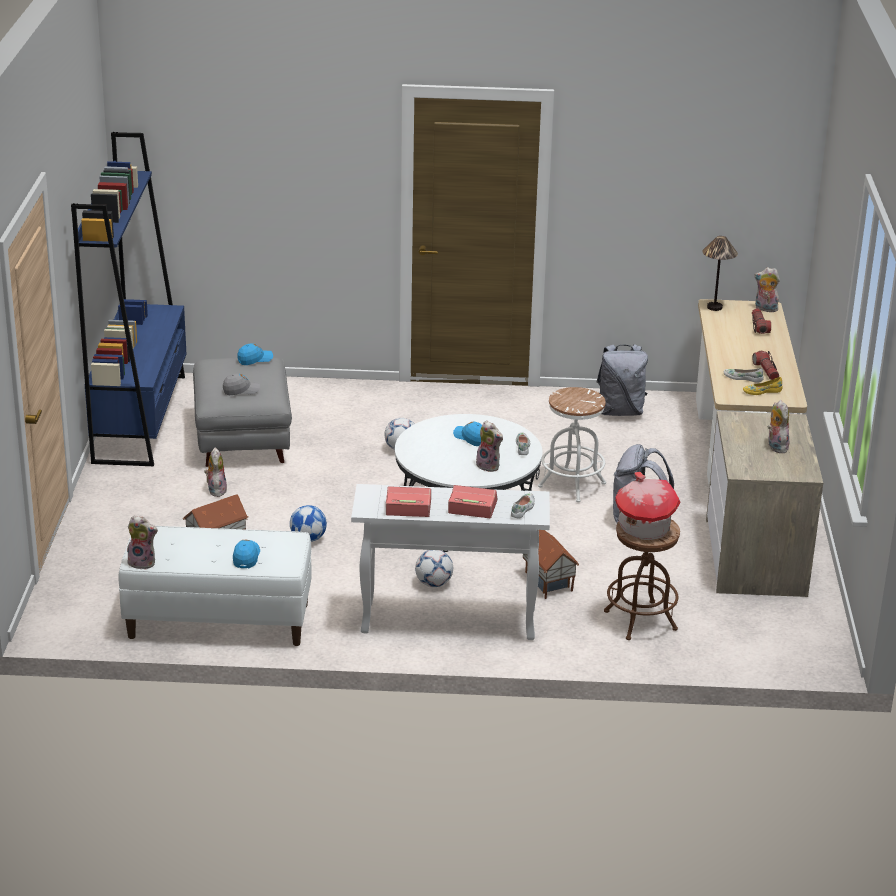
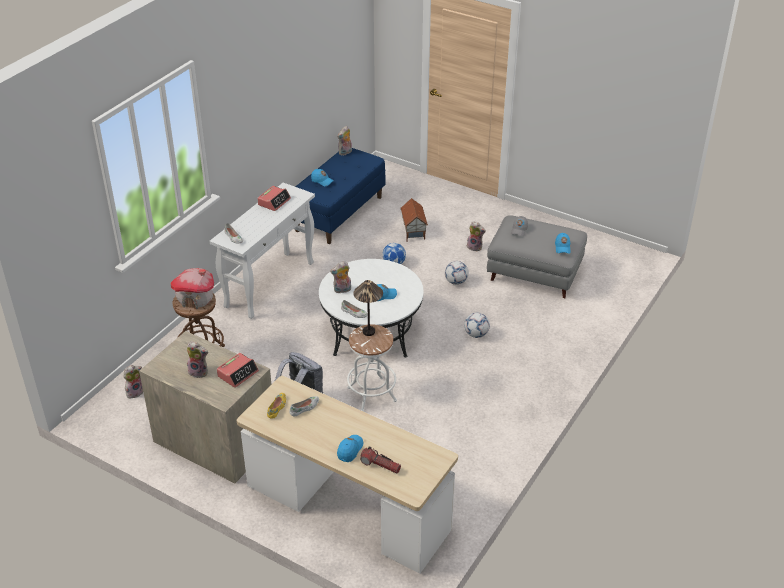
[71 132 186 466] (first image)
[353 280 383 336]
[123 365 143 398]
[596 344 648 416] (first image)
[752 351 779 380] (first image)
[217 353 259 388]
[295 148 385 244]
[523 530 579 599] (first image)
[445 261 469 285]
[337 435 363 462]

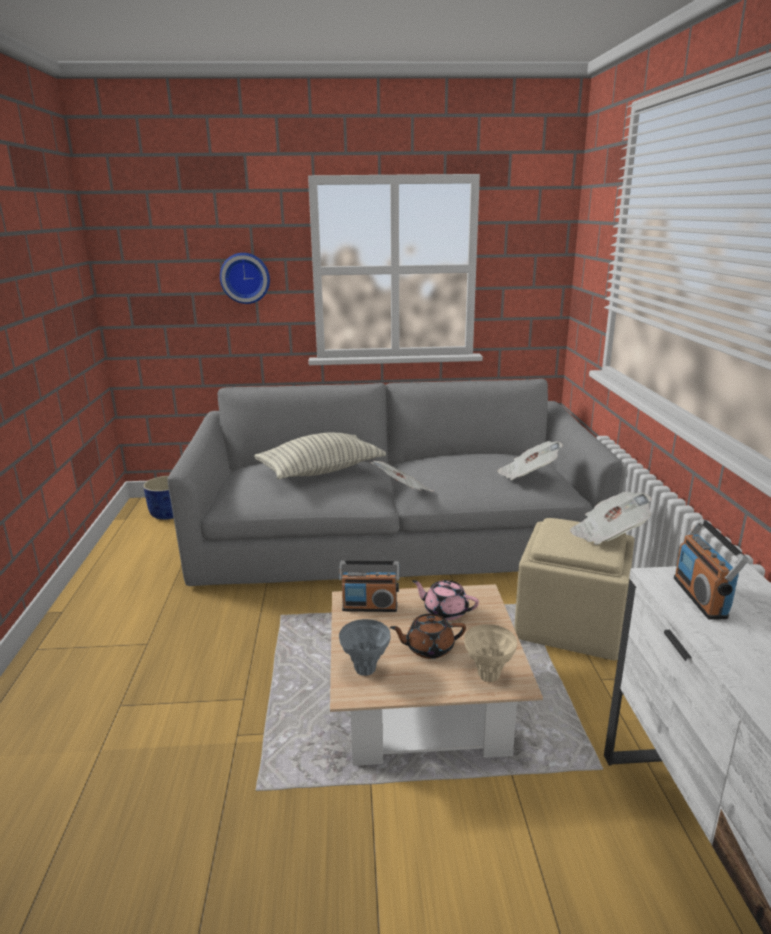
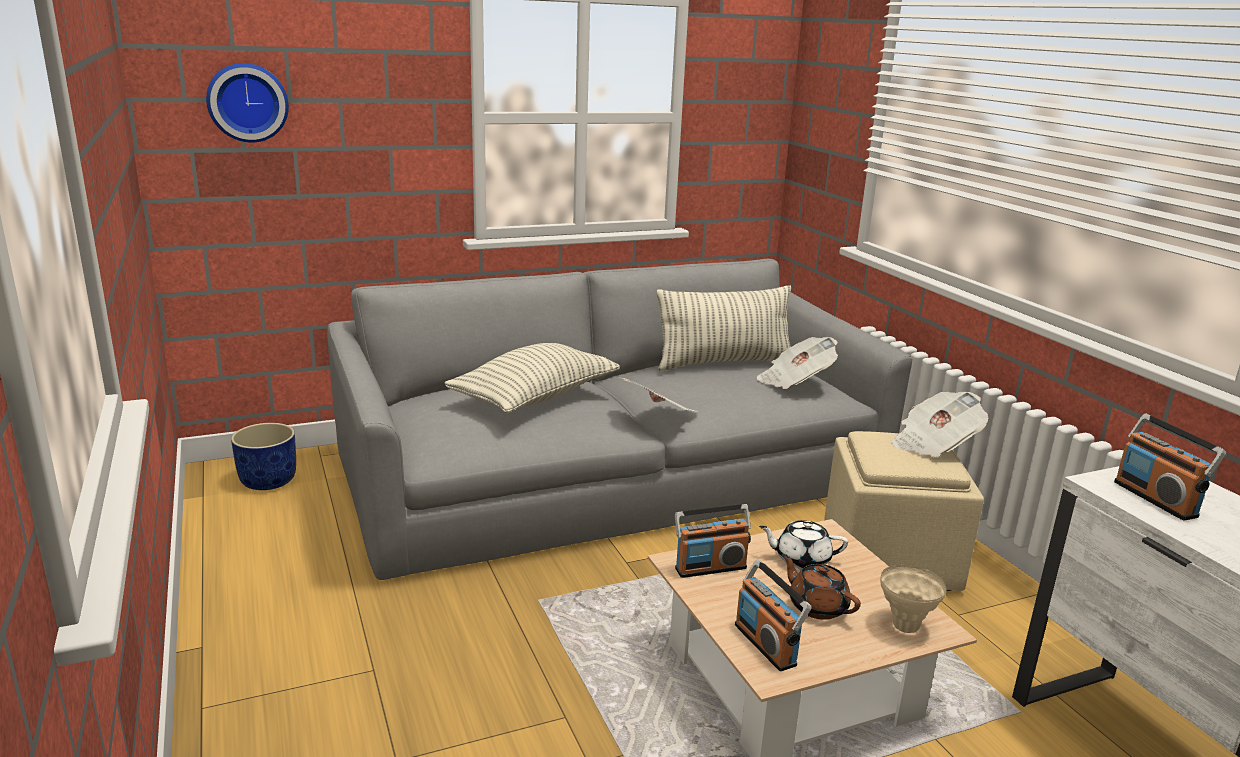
[206 63 289 143]
[759 520 848 570]
[782 554 861 620]
[735 560 812 671]
[657 285 791 371]

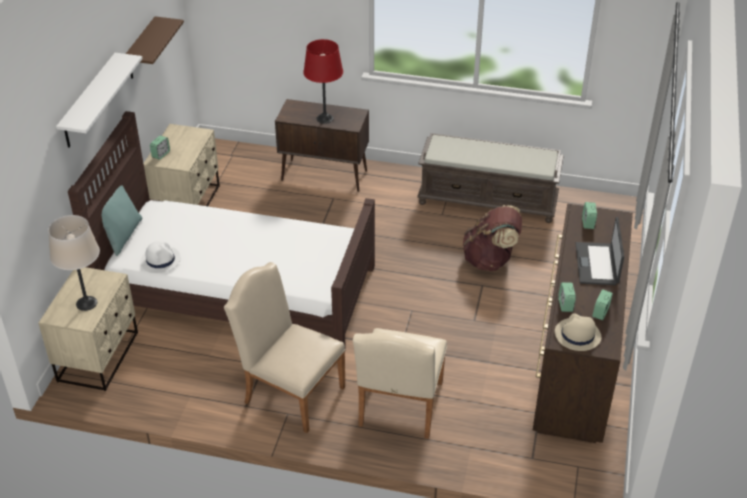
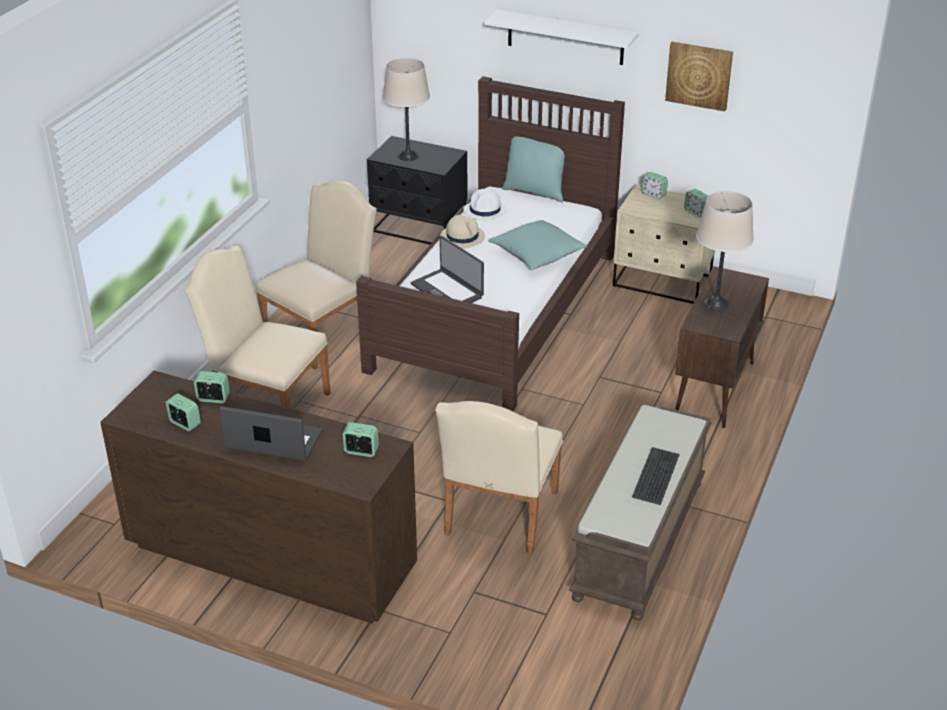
[665 42 733 111]
[696 191 754 311]
[435 401 563 555]
[367 136 467 245]
[440 215 485 249]
[684 189 708 218]
[488 220 588 270]
[410 236 484 303]
[632 447 679 505]

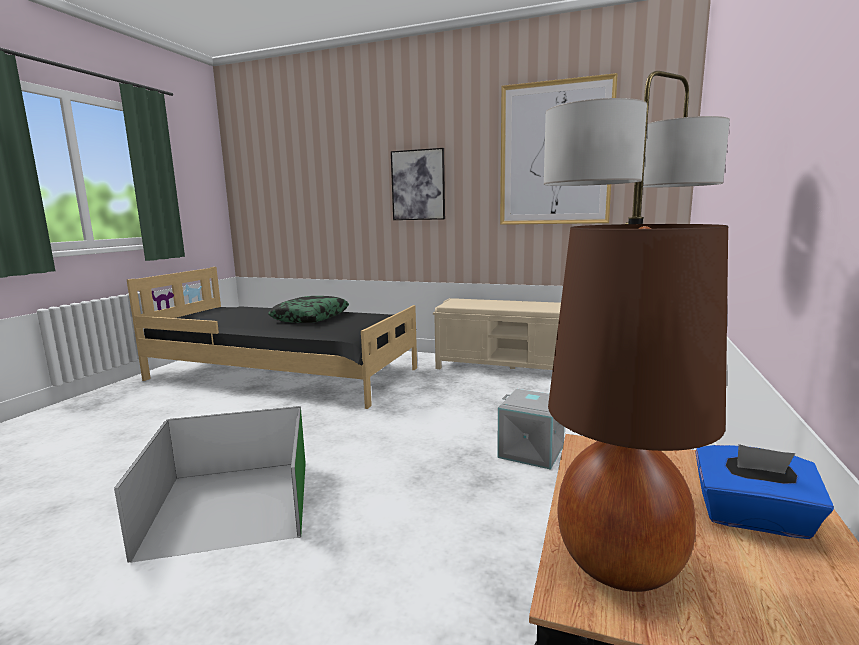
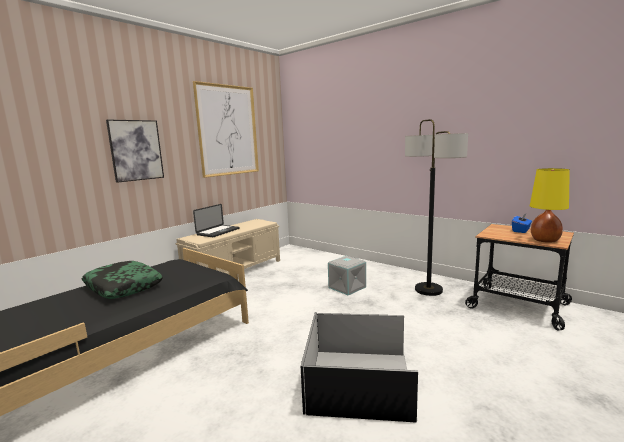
[530 168 570 243]
[301 312 418 423]
[193 204 240 237]

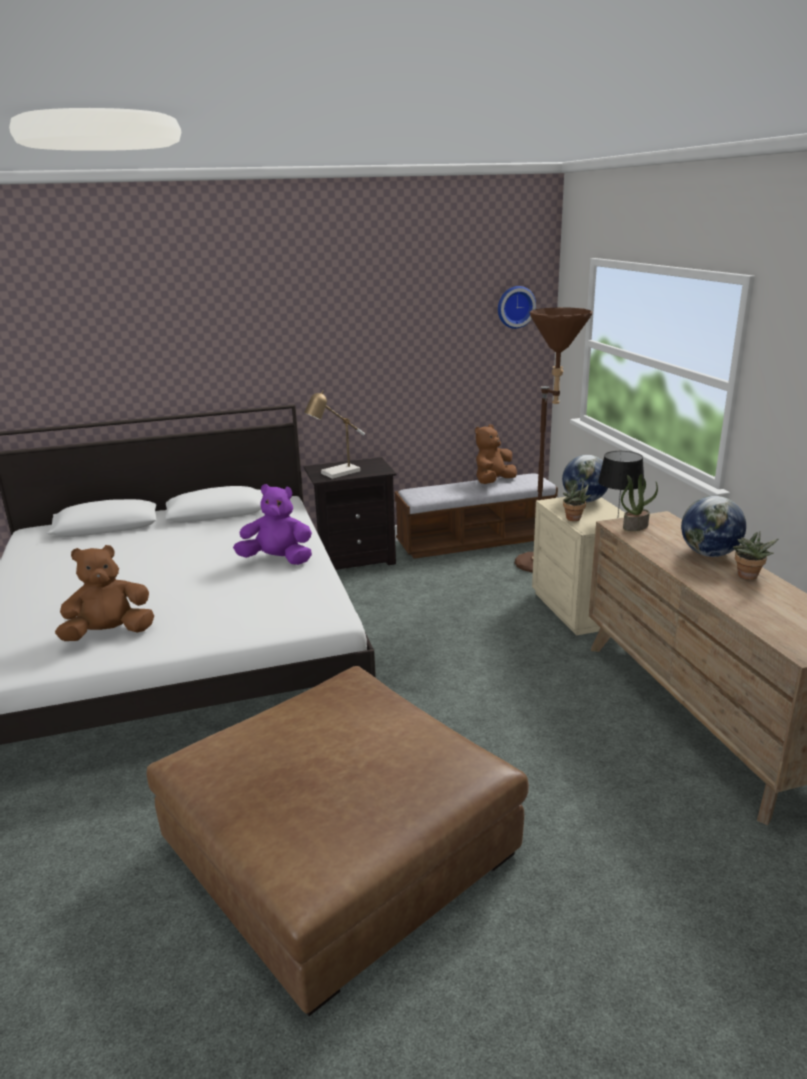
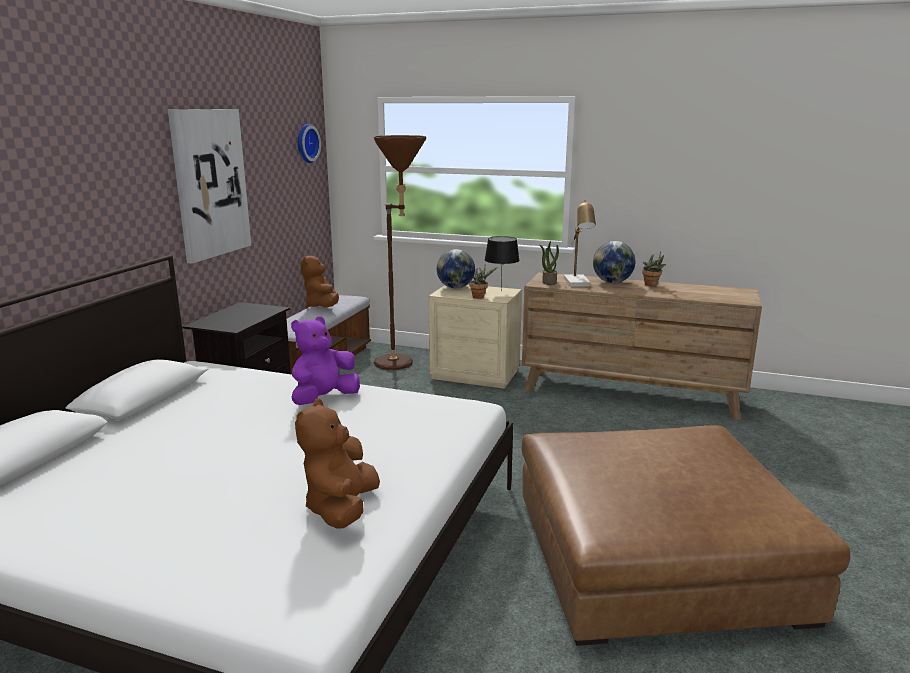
[564 200 596 287]
[168 109 251 264]

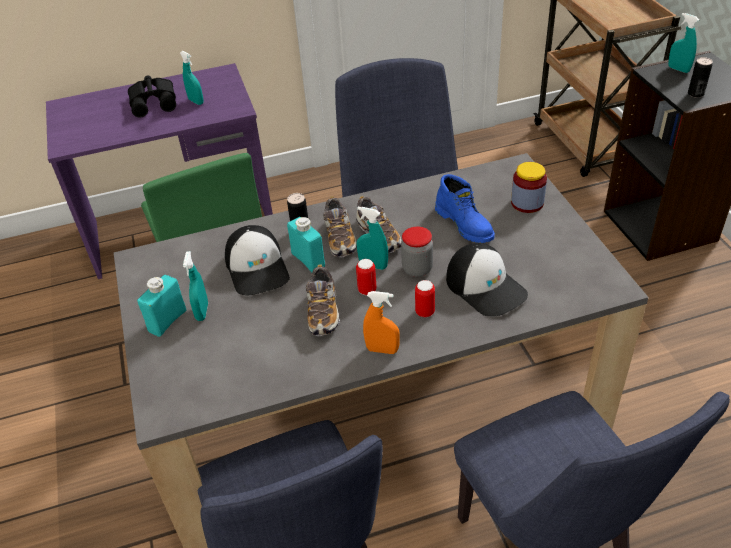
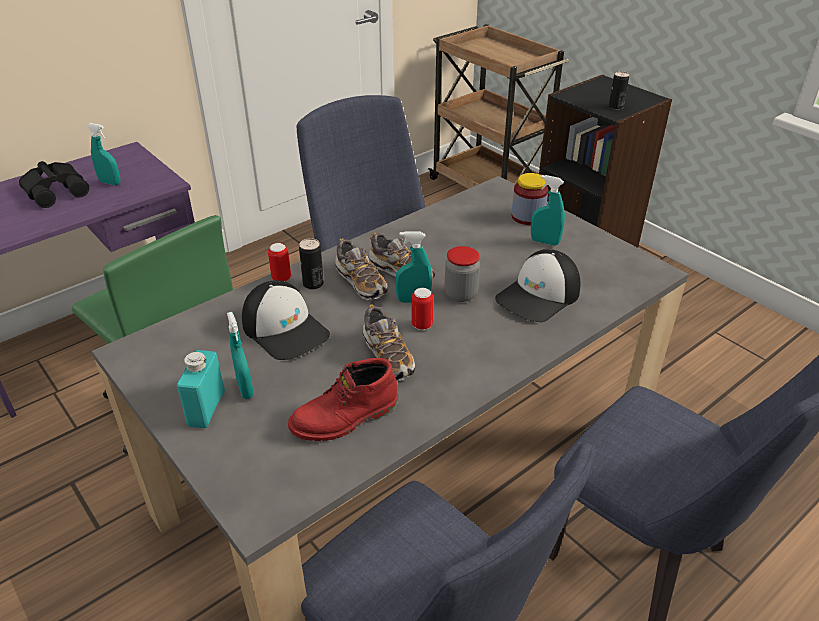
[531 175 565 246]
[435 174 495 243] (first image)
[287 217 325 272] (first image)
[495 249 581 322]
[268 243 291 282]
[363 291 400 354] (first image)
[288 358 398 441]

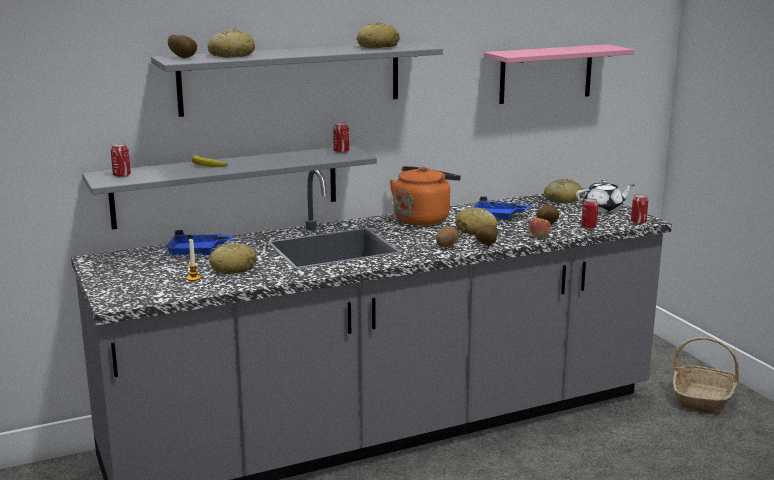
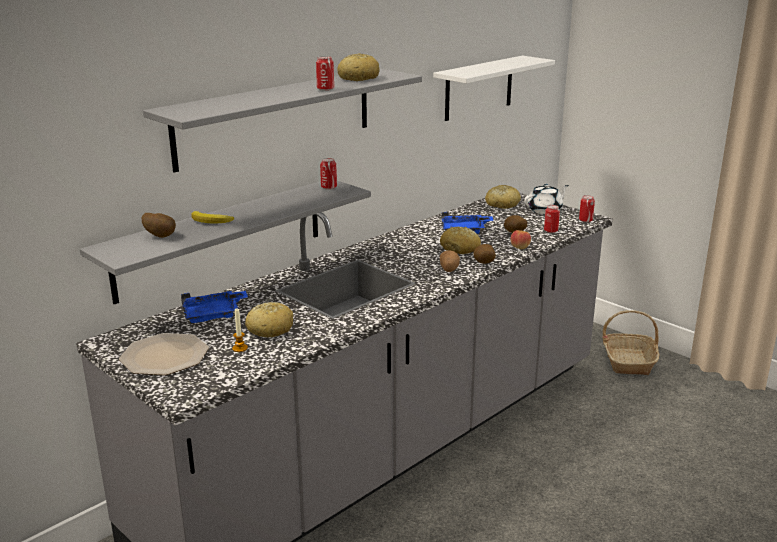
[208 29 255 58] (first image)
[142 213 176 238]
[433 56 555 121]
[316 56 334 91]
[390 166 461 226] (first image)
[119 333 209 375]

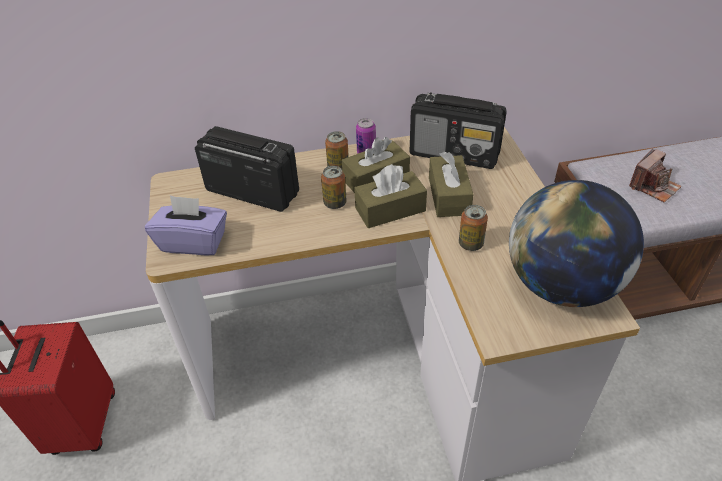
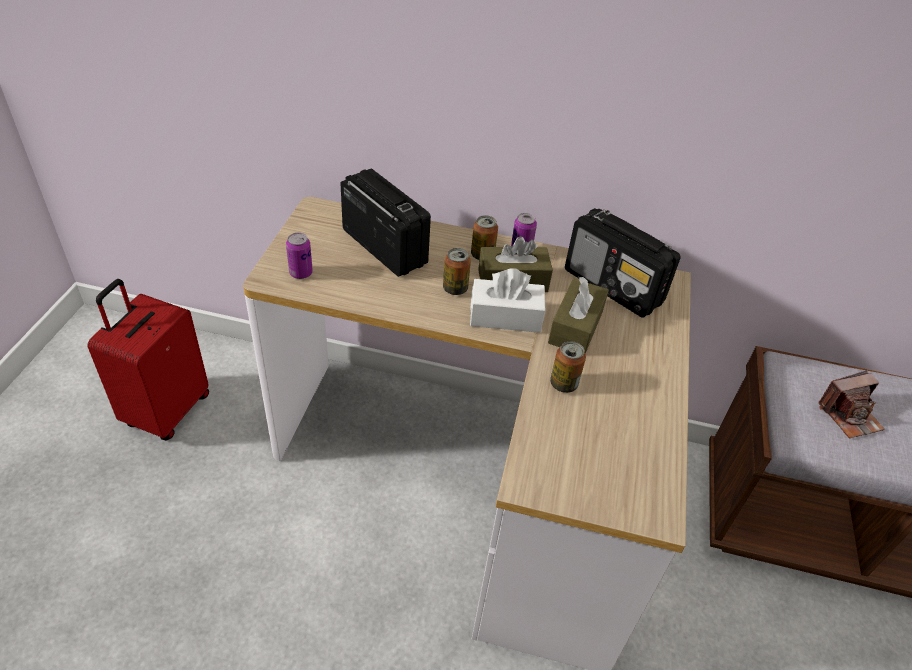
[470 268 545 333]
[509 180 644 307] (first image)
[286 233 313 279]

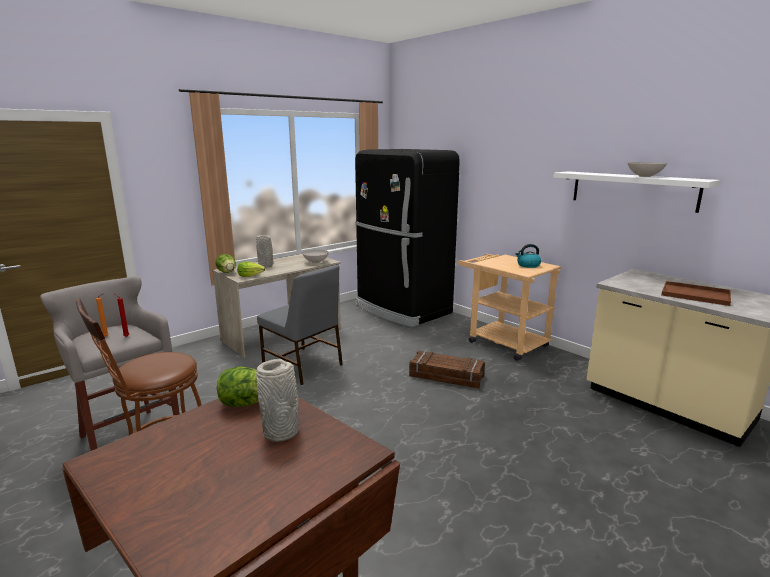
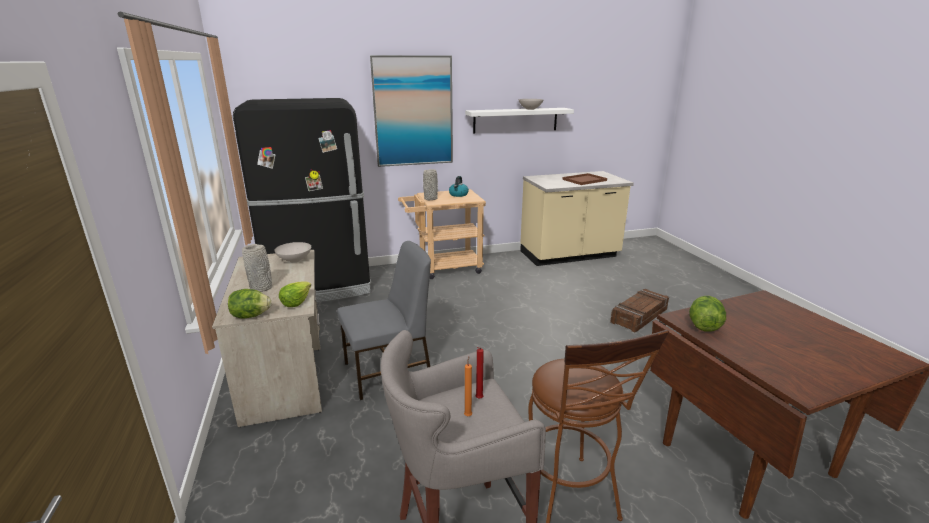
[610 289 669 333]
[423 169 438 200]
[370 55 453 167]

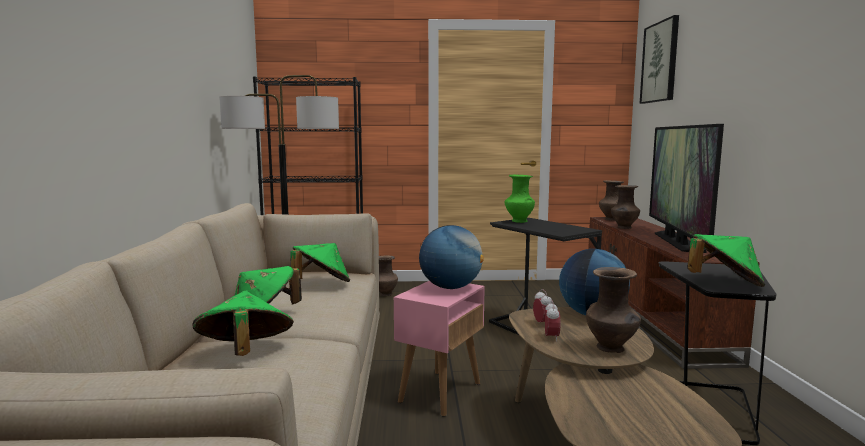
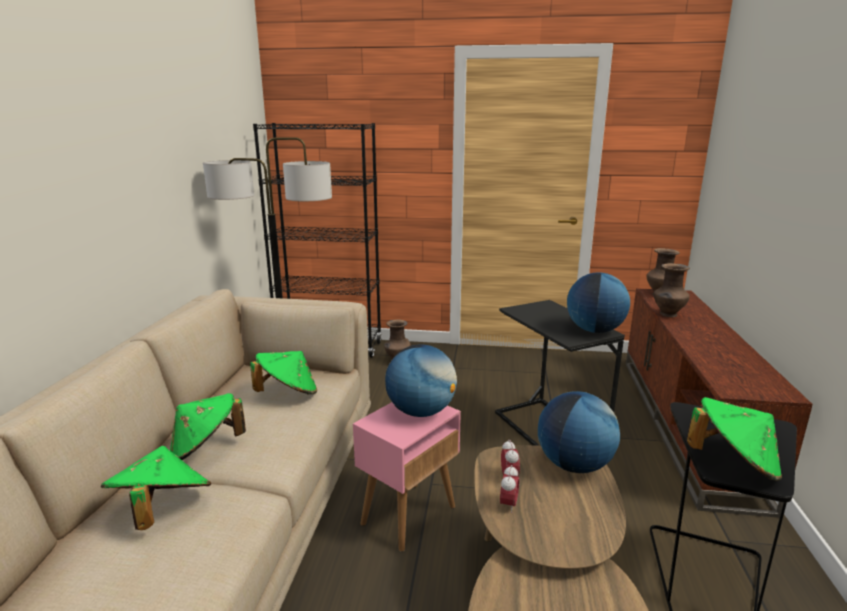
[640 15 679 104] (first image)
[649 124 724 253] (first image)
[505 174 535 223] (first image)
[586 267 641 353] (first image)
[567 272 630 333]

